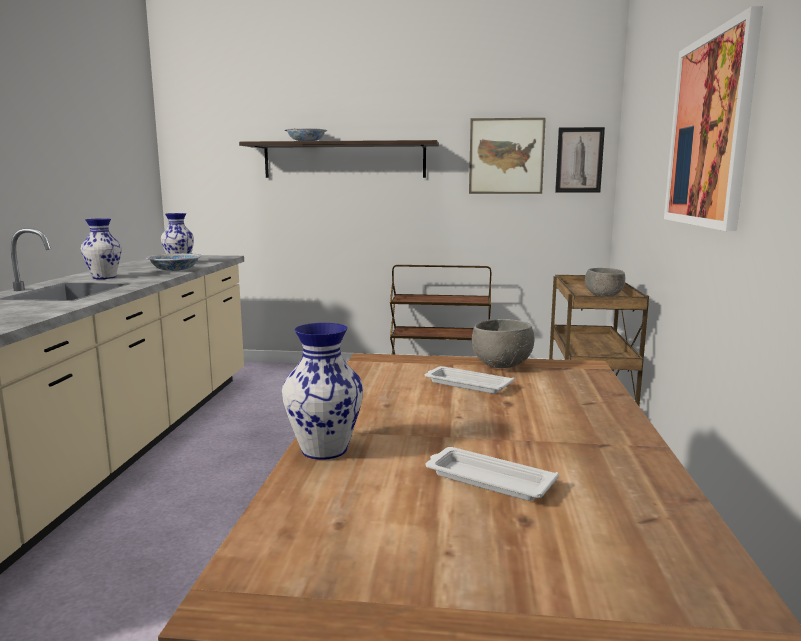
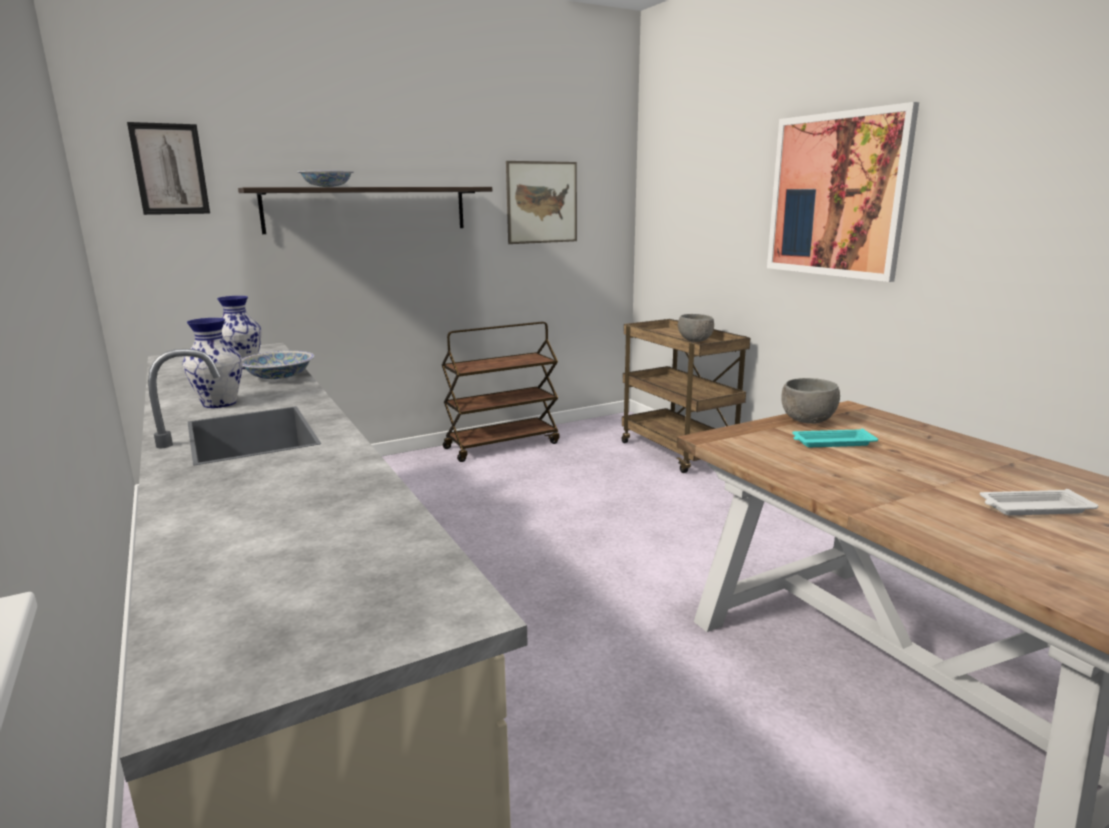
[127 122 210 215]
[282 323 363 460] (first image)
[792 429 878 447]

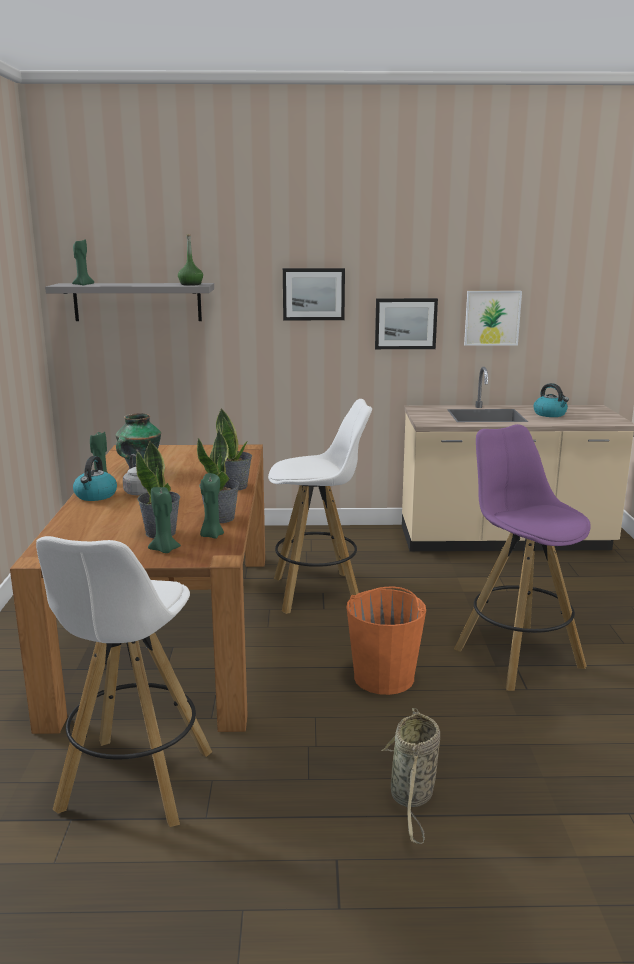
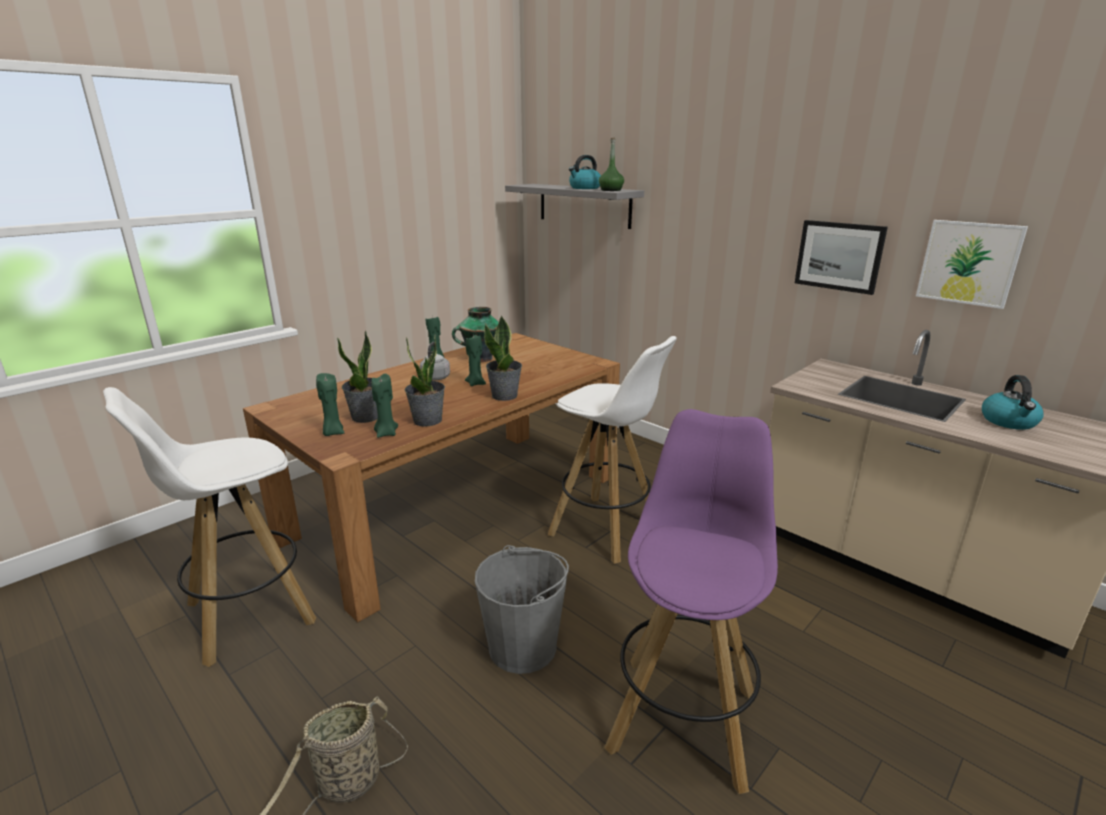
[465 335 486 386]
[283 268 345 320] (first image)
[569 155 601 189]
[475 545 569 674]

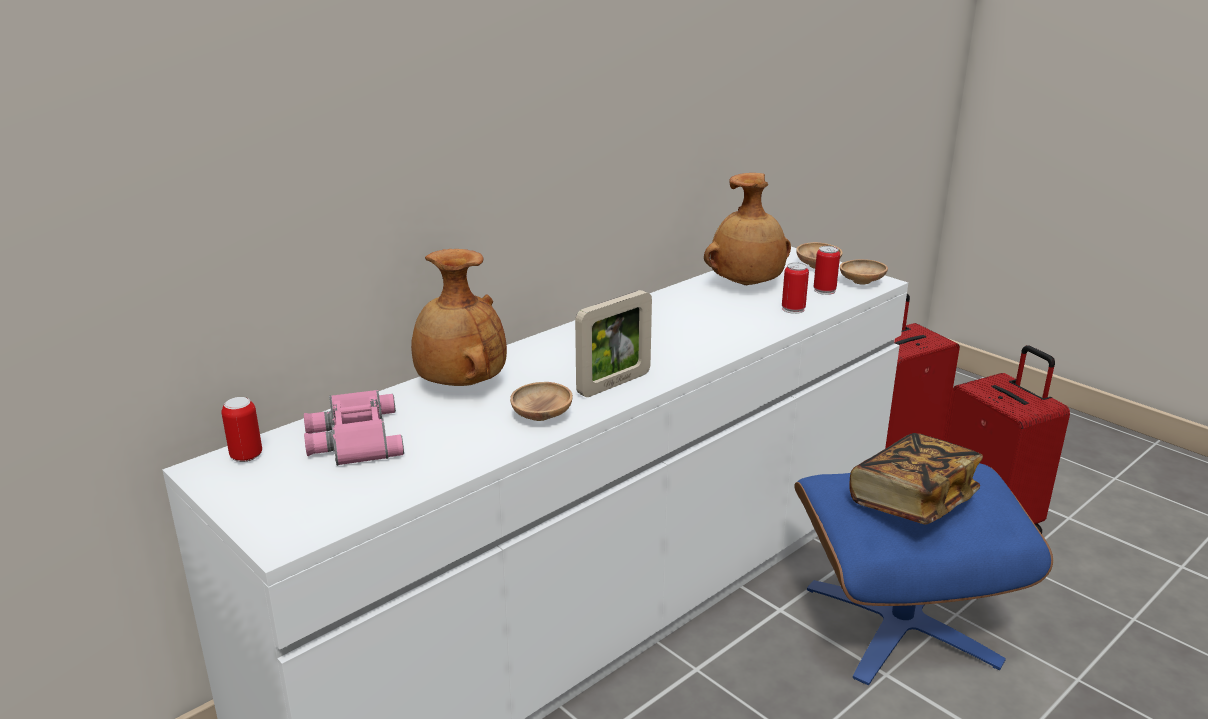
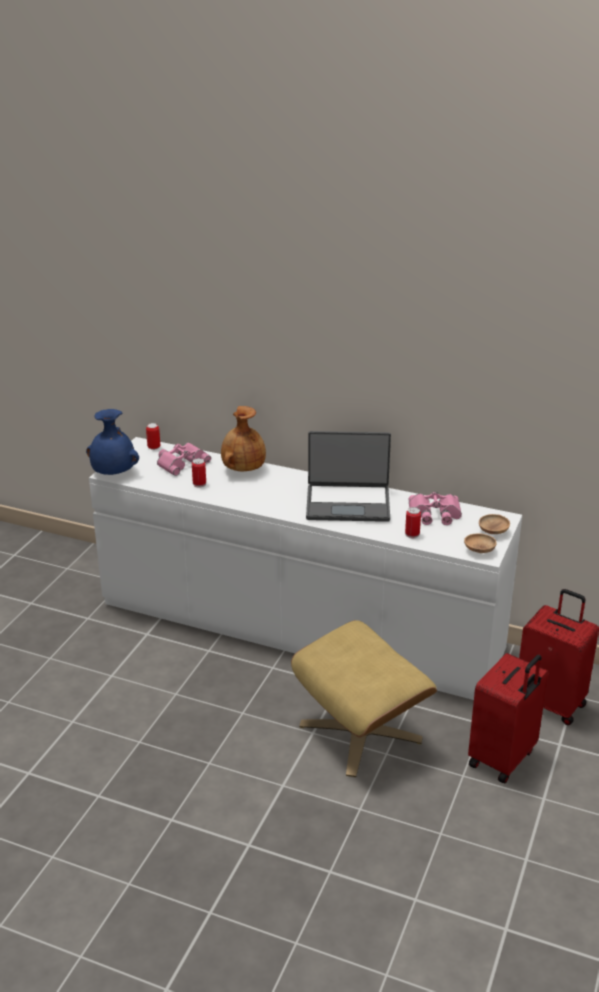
[409 492 462 525]
[192 458 206 488]
[575 290 652 397] (first image)
[510 382 573 421] (first image)
[849 433 983 524] (first image)
[291 620 437 777]
[86 409 139 475]
[306 431 391 522]

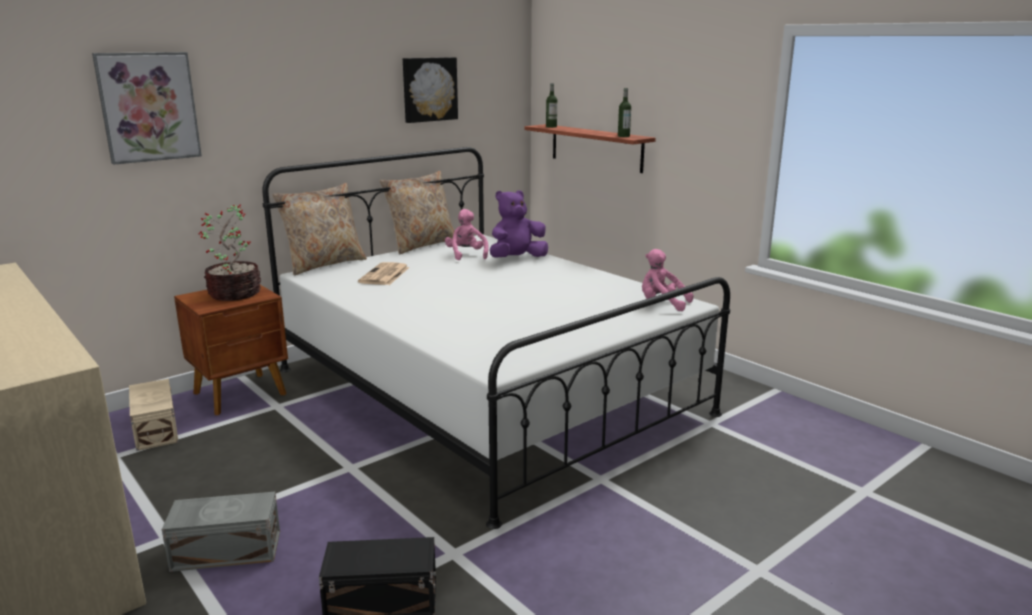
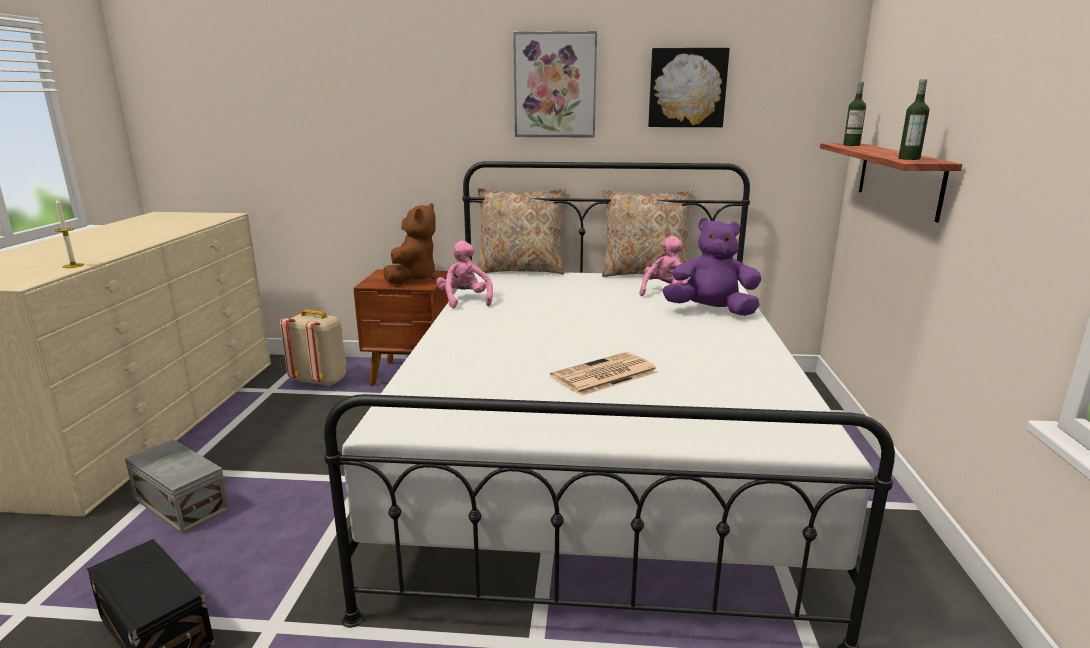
[513 31 597 138]
[383 203 436 284]
[436 241 493 308]
[550 352 658 396]
[280 309 347 387]
[55 199 84 268]

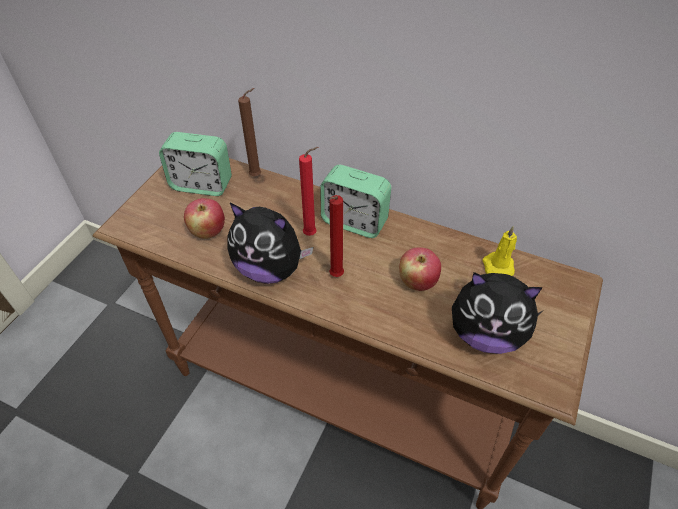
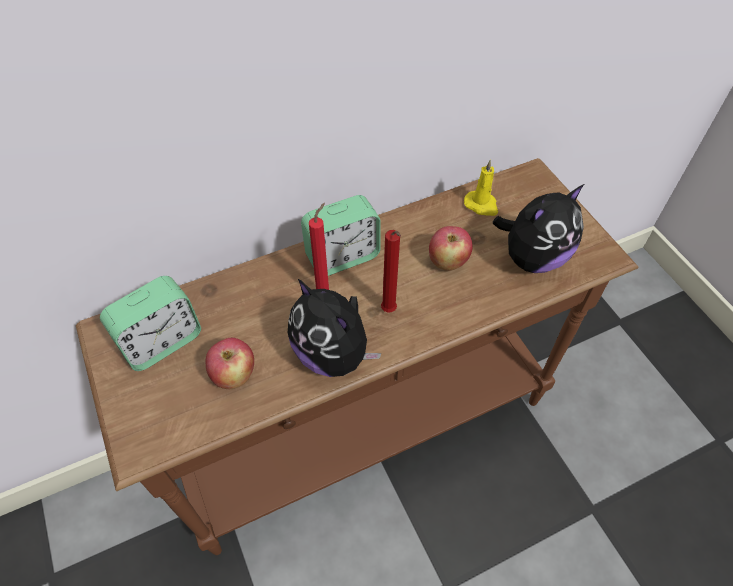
[238 88 261 176] (first image)
[288 279 381 377]

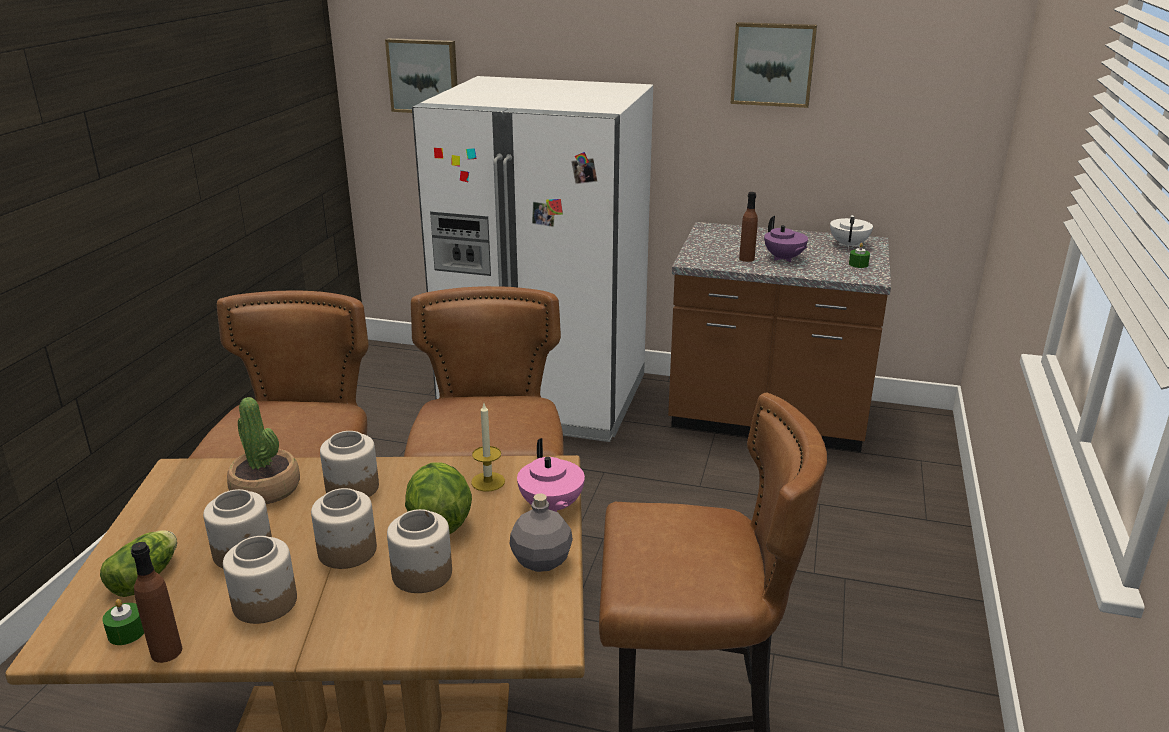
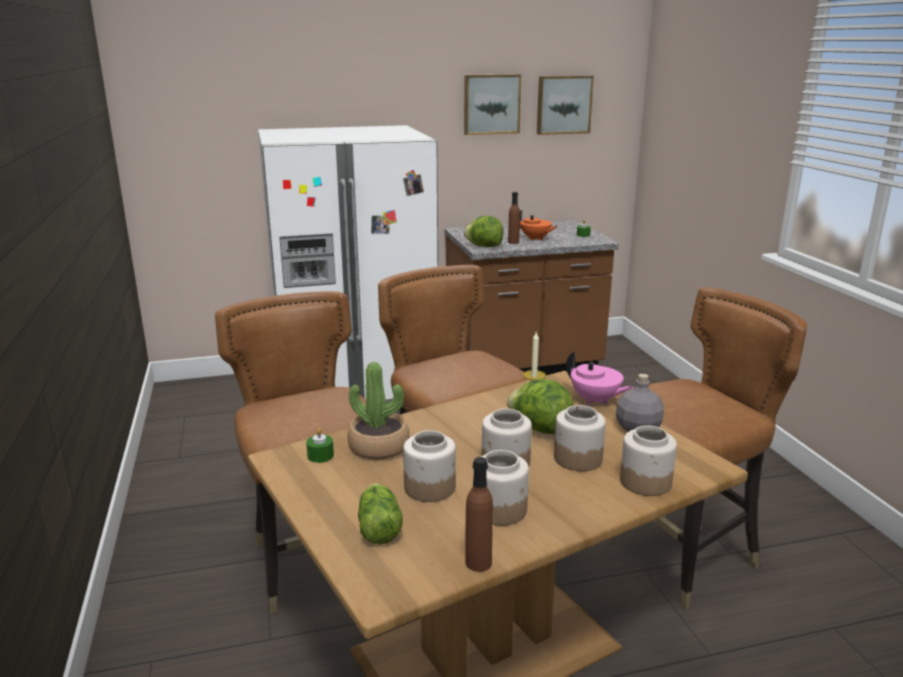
[537 76 594 135]
[830 215 873 249] (first image)
[520 210 558 241]
[620 425 677 496]
[306 428 334 463]
[464 216 503 247]

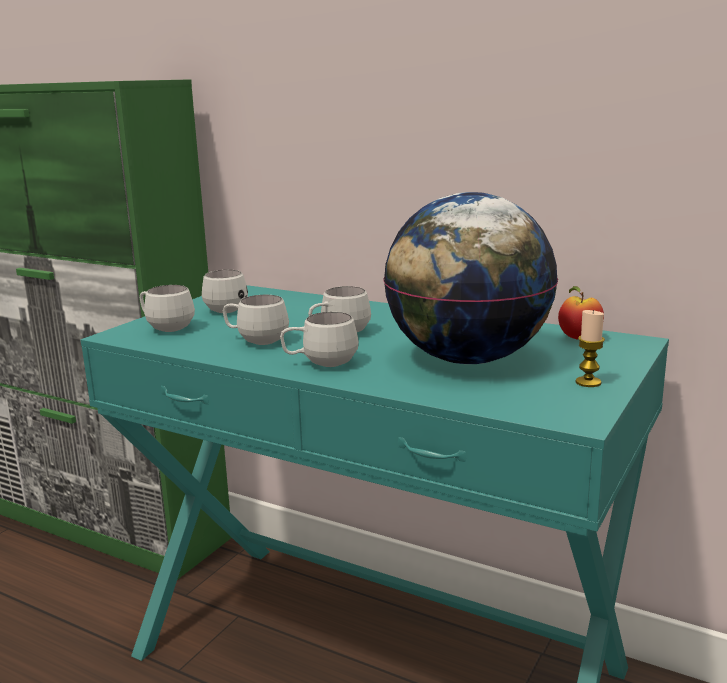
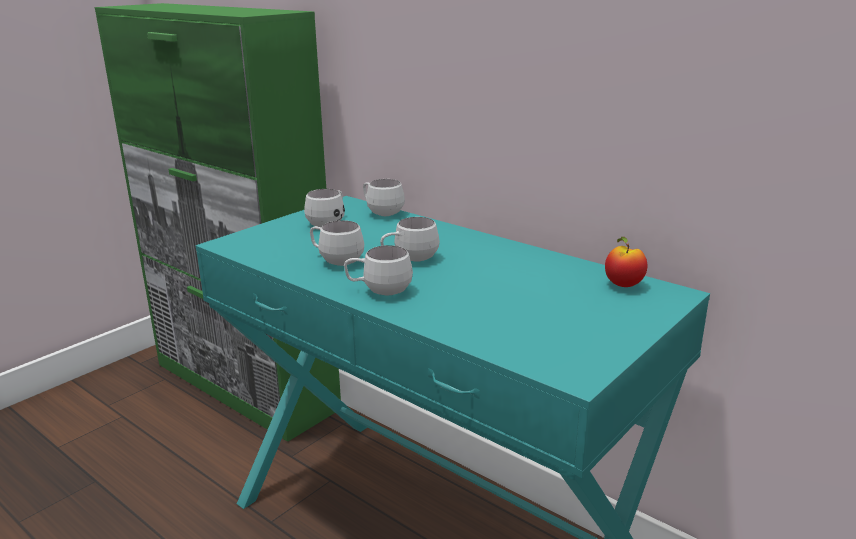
[383 192 558 364] (first image)
[363 179 405 216]
[575 310 605 387] (first image)

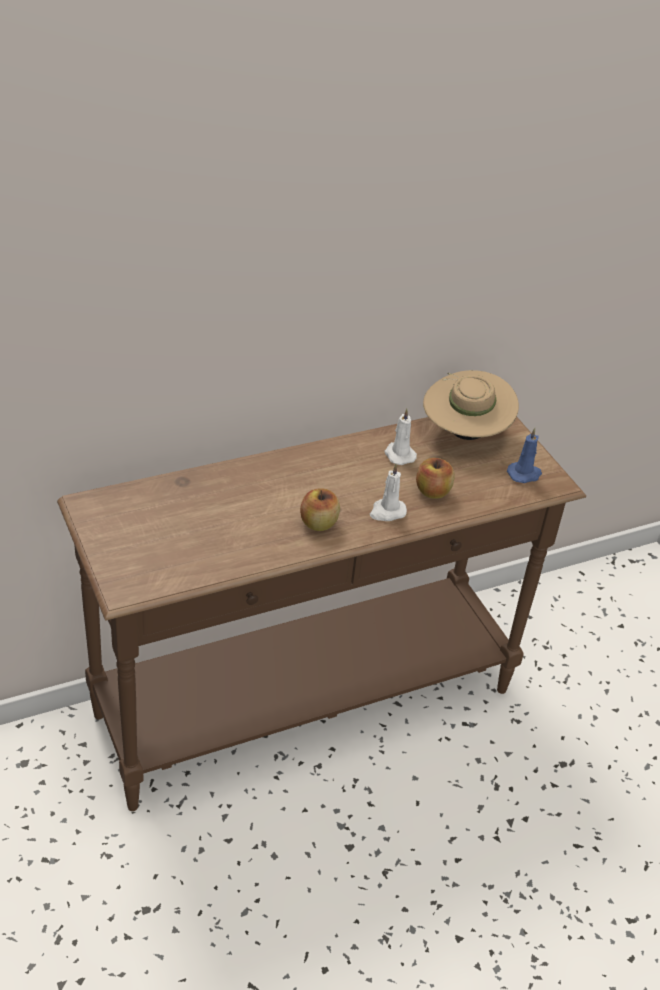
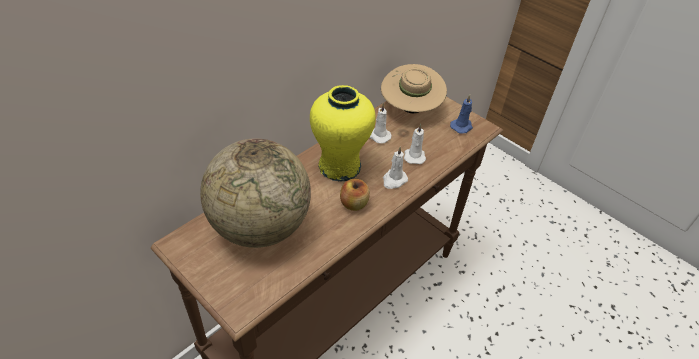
[404 124 426 164]
[310 85 376 181]
[200 138 311 248]

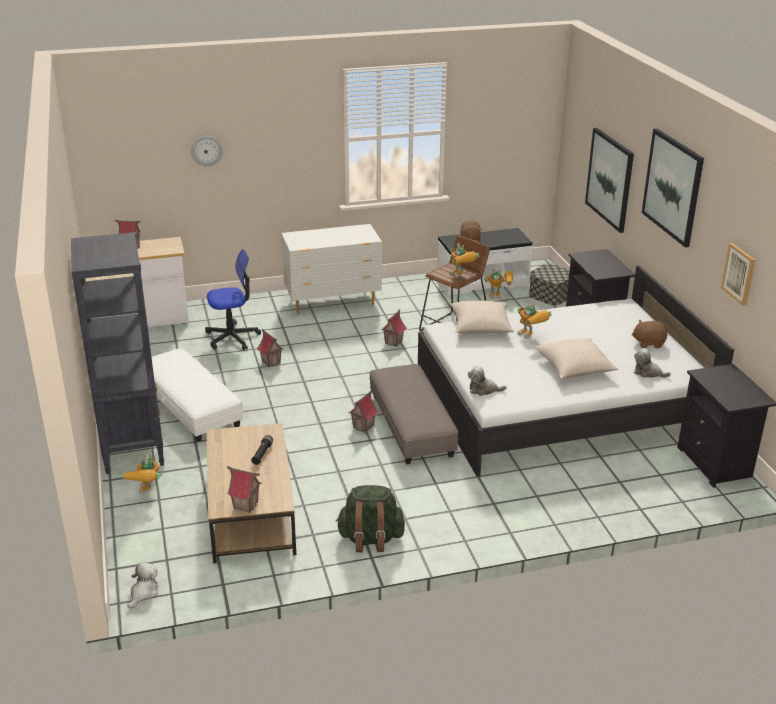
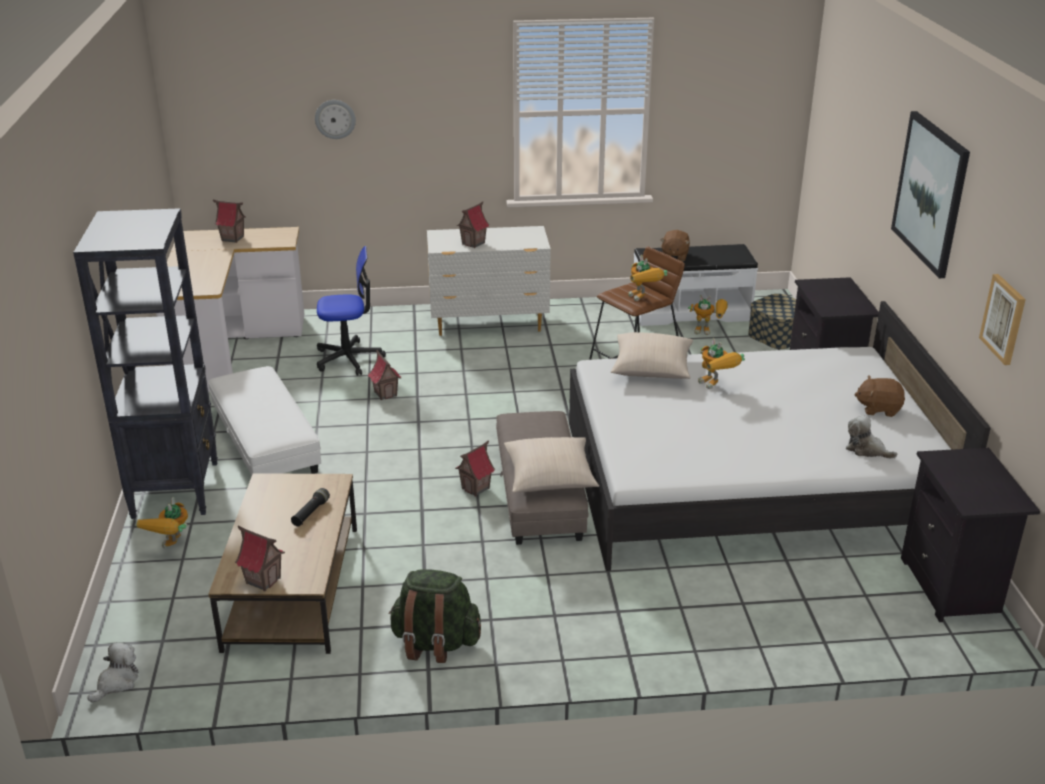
[585 128 634 233] (first image)
[456 201 490 248]
[504 437 599 492]
[468 366 507 396] (first image)

